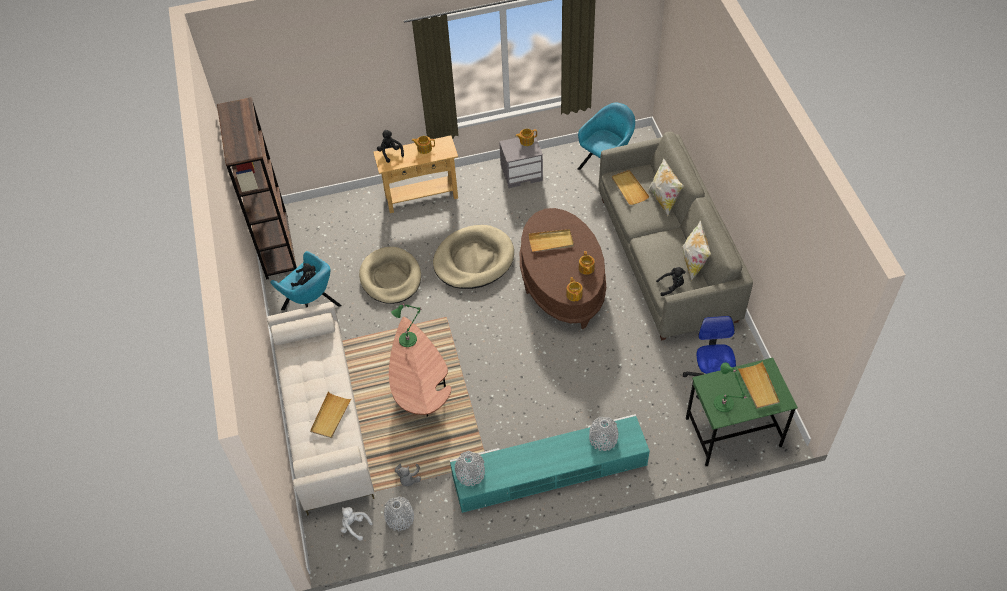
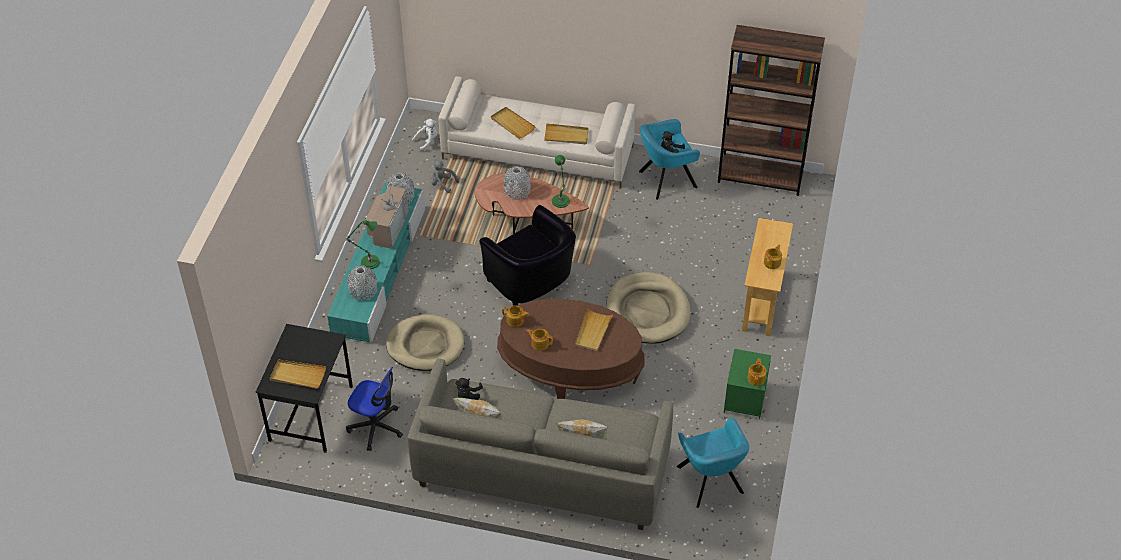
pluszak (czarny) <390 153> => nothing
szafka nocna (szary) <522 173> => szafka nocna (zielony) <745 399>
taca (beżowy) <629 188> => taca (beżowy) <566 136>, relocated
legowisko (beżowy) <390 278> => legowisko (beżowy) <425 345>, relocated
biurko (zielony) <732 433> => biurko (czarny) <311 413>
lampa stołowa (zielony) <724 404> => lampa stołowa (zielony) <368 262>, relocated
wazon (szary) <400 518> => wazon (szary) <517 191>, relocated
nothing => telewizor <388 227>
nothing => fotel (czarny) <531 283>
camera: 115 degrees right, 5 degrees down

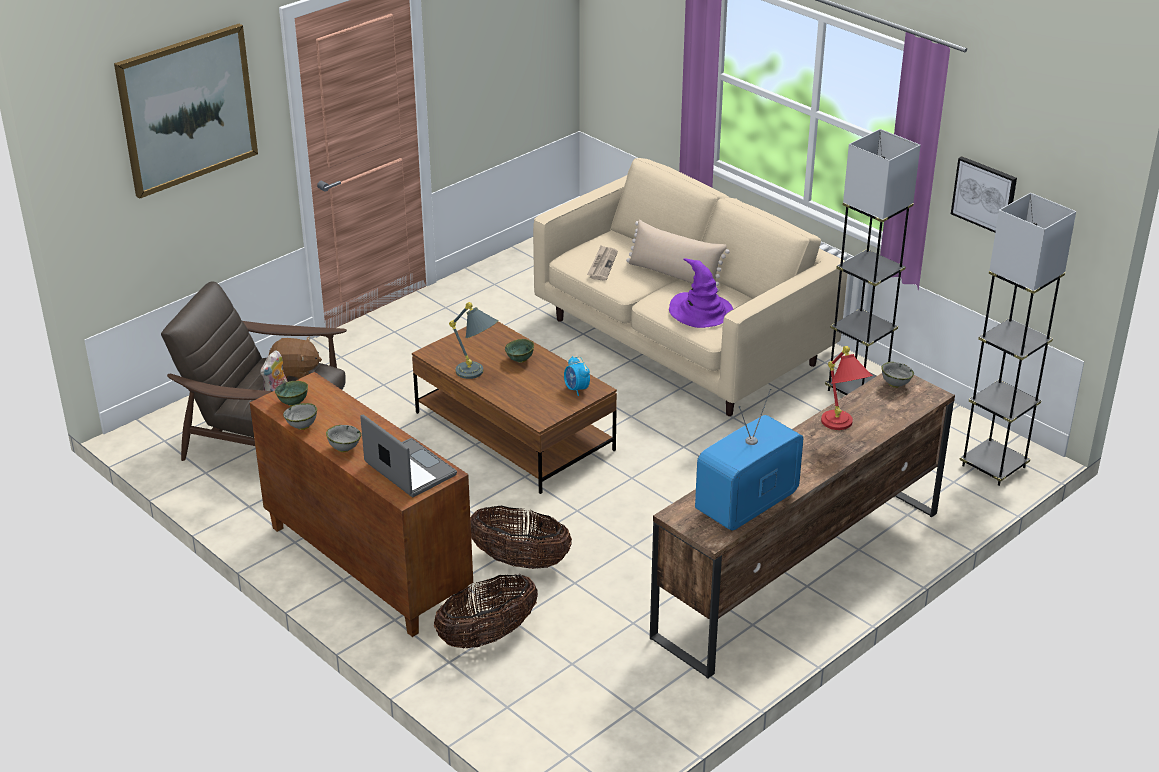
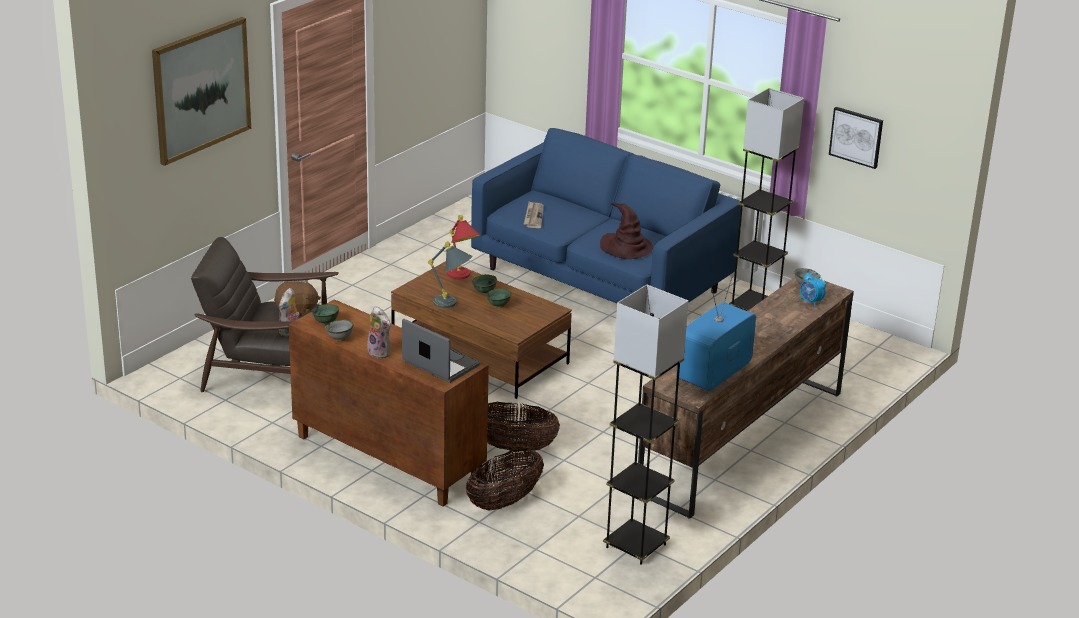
kanapa (beżowy) <681 341> => kanapa (niebieski) <600 280>
lampa stojąca (szary) <993 466> => lampa stojąca (szary) <636 546>, relocated
poduszka (beżowy) <674 275> => nothing
kapelusz (fioletowy) <701 312> => kapelusz (brązowy) <626 248>
lampa stołowa (czerwony) <841 427> => lampa stołowa (czerwony) <462 277>, relocated
budzik <576 389> => budzik <811 302>, relocated
miska (szary) <344 448> => pluszak <380 352>
nothing => miska (zielony) <498 306>
camera: 10 degrees left, 5 degrees down

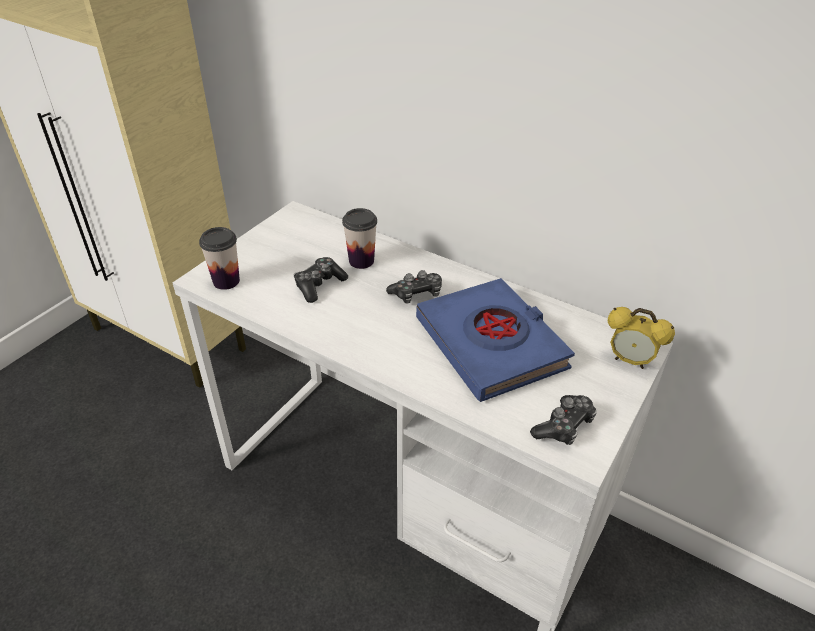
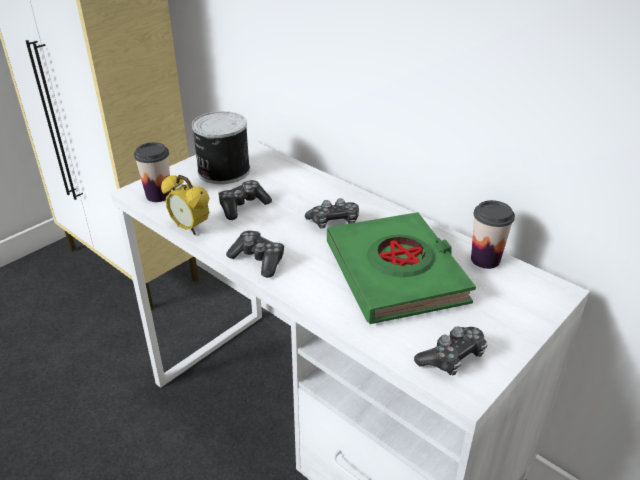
filiżanka <361 261> => filiżanka <485 259>, relocated
książka (niebieski) <491 344> => książka (zielony) <396 273>
budzik <630 361> => budzik <190 228>, relocated
nothing => puszka <222 171>
nothing => pad do gier <258 260>
camera: 10 degrees right, 5 degrees down

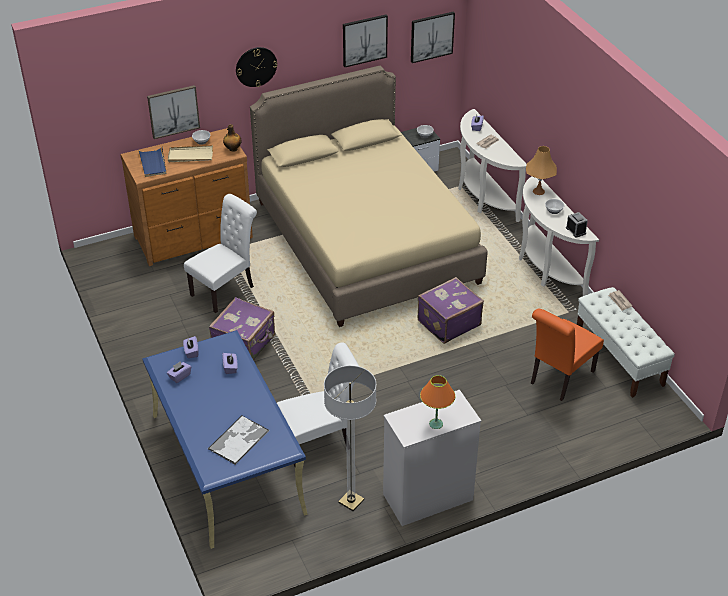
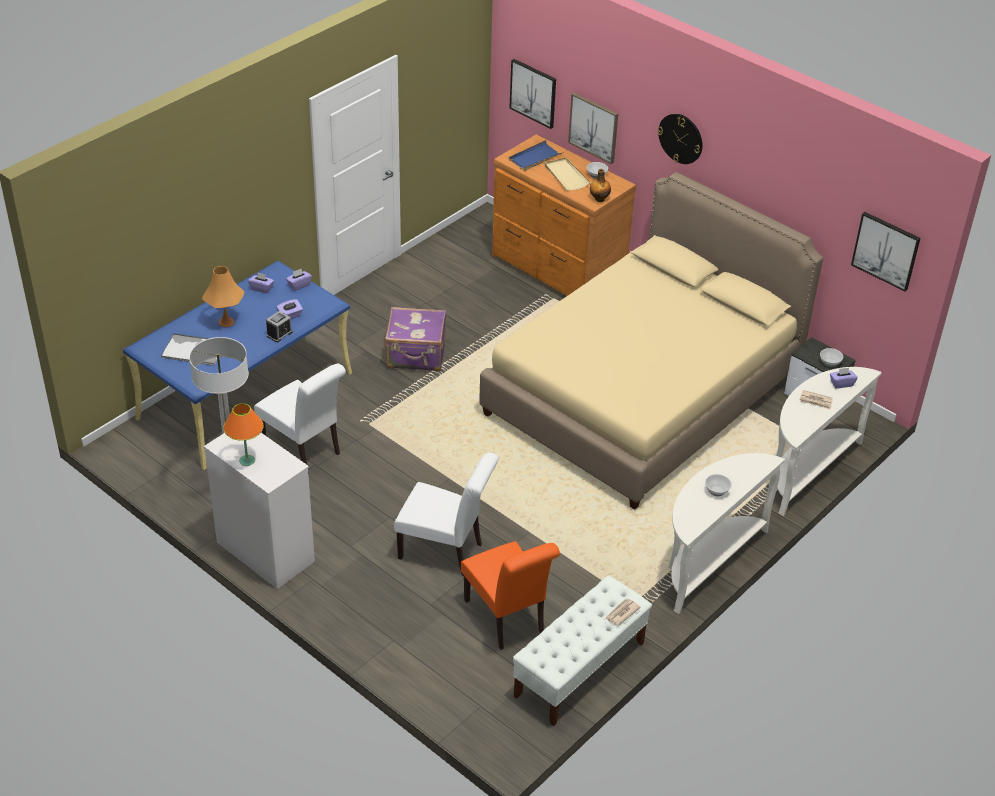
obraz <364 40> => obraz <533 93>, relocated
lampa stołowa (pomarańczowy) <538 191> => lampa stołowa (pomarańczowy) <226 322>, relocated
krzesło (biały) <226 289> => krzesło (biały) <446 552>, relocated
budzik <575 230> => budzik <279 334>, relocated
walizka (fioletowy) <448 323> => nothing
krzesło (pomarańczowy) <559 379> => krzesło (pomarańczowy) <507 620>, 135 degrees counterclockwise
camera: 65 degrees right, 0 degrees up

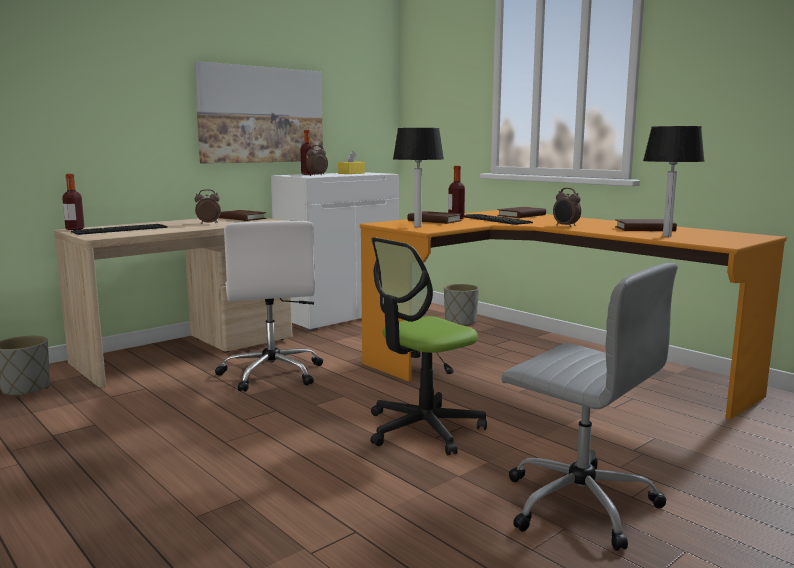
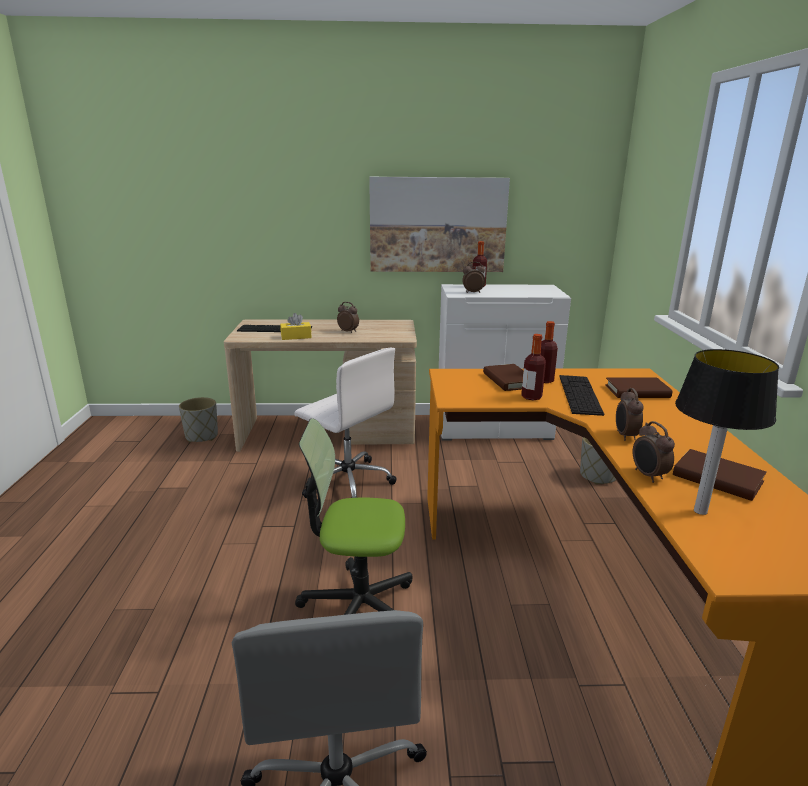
lampa stołowa <417 226> => nothing
pudełko chusteczek (żółty) <351 173> => pudełko chusteczek (żółty) <296 337>, relocated
butelka <75 229> => butelka <531 397>, relocated
książka (brązowy) <242 218> => nothing
krzesło biurowe (biały) <272 373> => krzesło biurowe (biały) <347 482>, 75 degrees counterclockwise
nothing => budzik <648 476>
camera: 40 degrees right, 10 degrees up

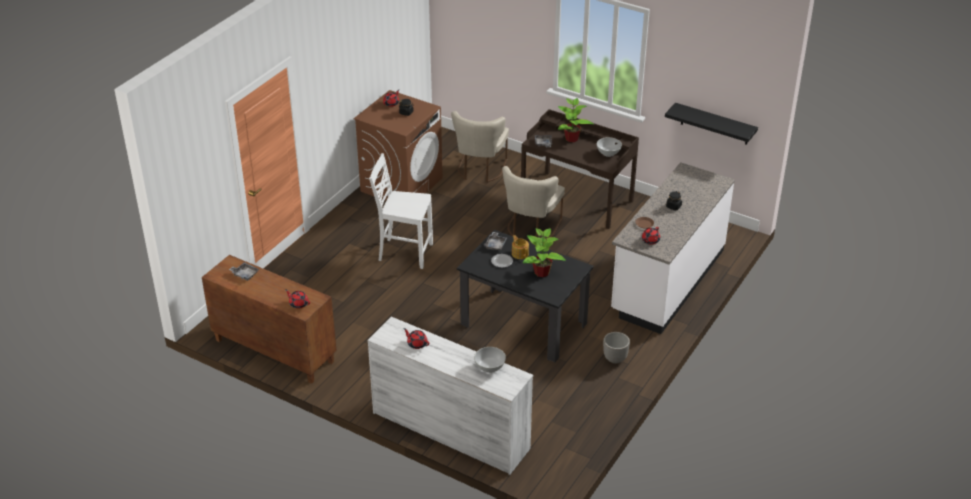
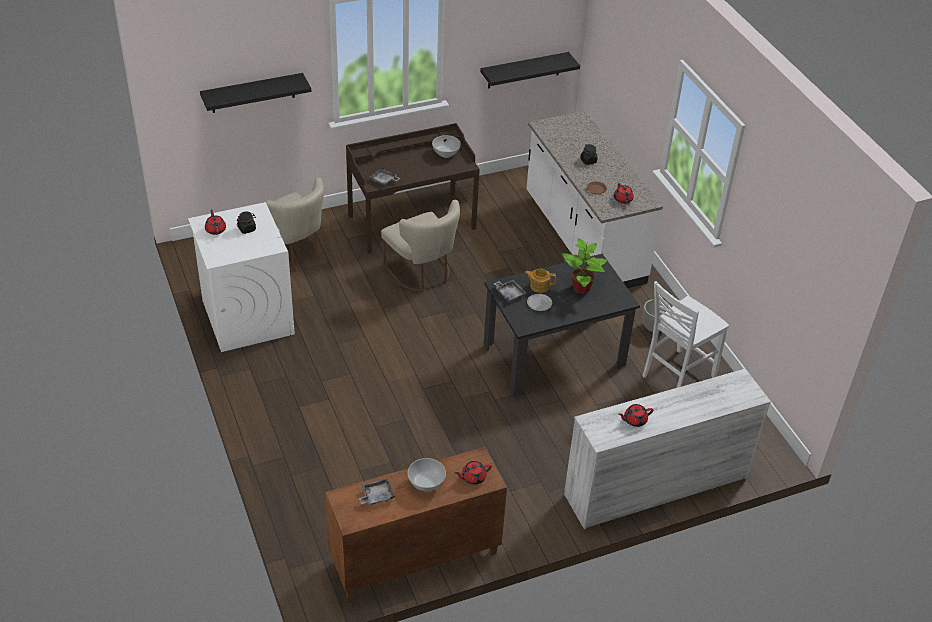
pralka (brązowy) <401 184> => pralka (biały) <247 317>
roślina doniczkowa <572 139> => nothing
krzesło (biały) <404 252> => krzesło (biały) <676 376>, relocated
miska (biały) <489 367> => miska (biały) <426 484>, relocated
nothing => półka (czarny) <253 93>
camera: 55 degrees left, 5 degrees up

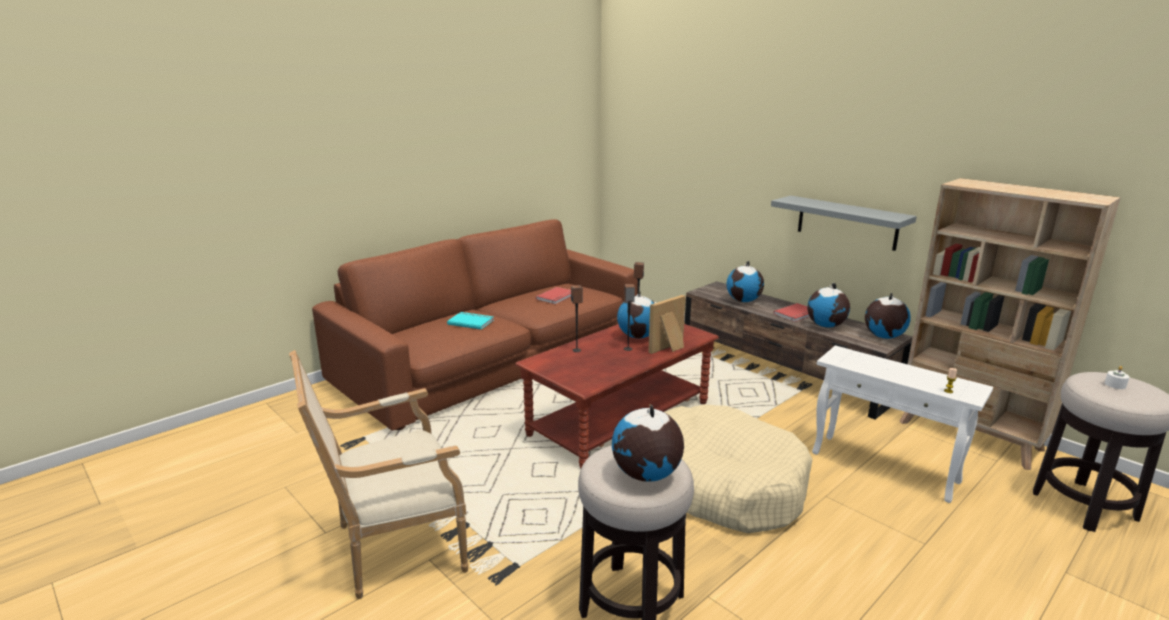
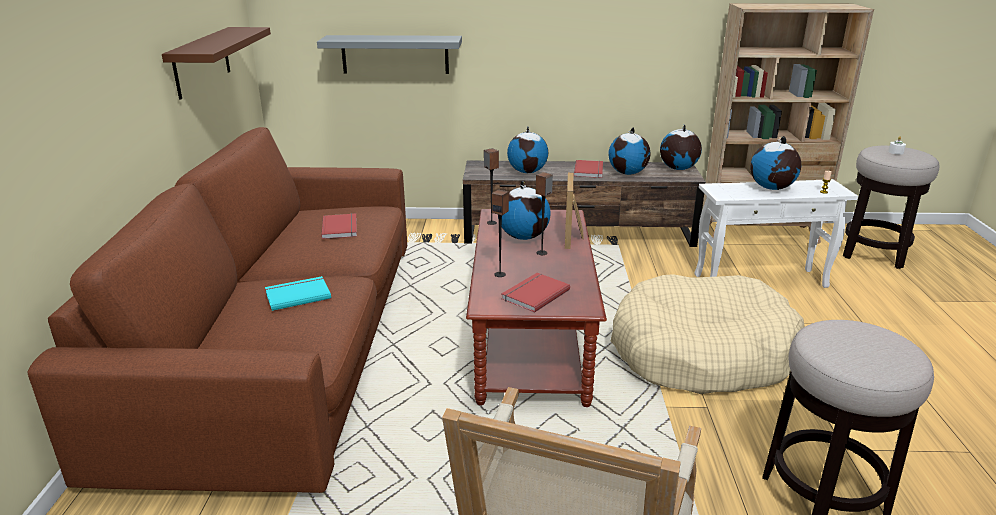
półka (szary) <847 222> => półka (szary) <395 54>, relocated
globus <646 475> => globus <772 188>, relocated
nothing => półka (brązowy) <202 62>
nothing => książka (czerwony) <534 294>
camera: 45 degrees left, 5 degrees up

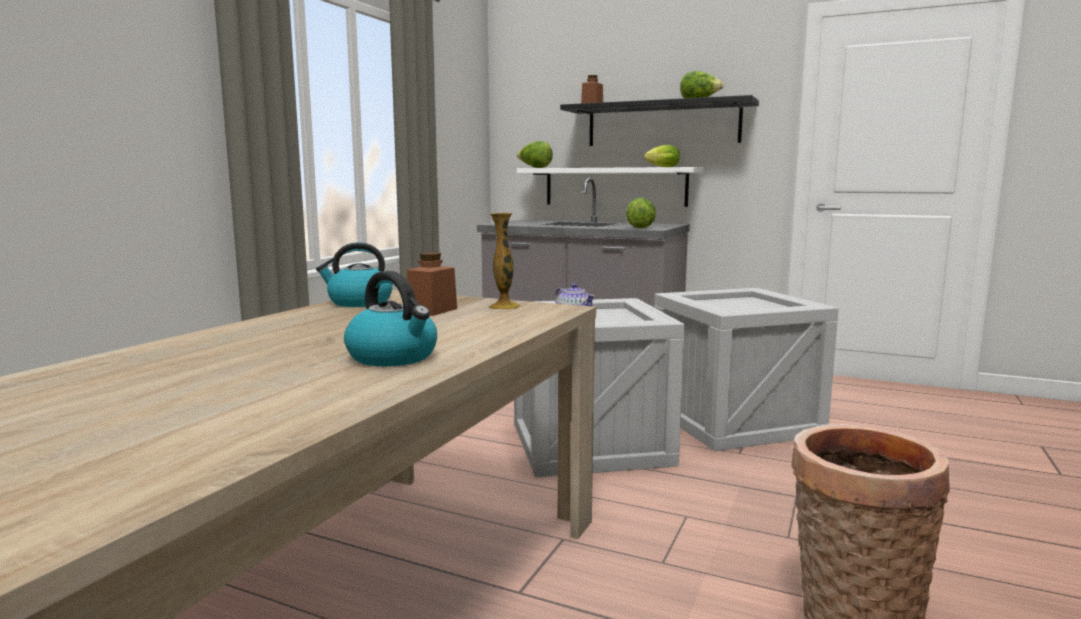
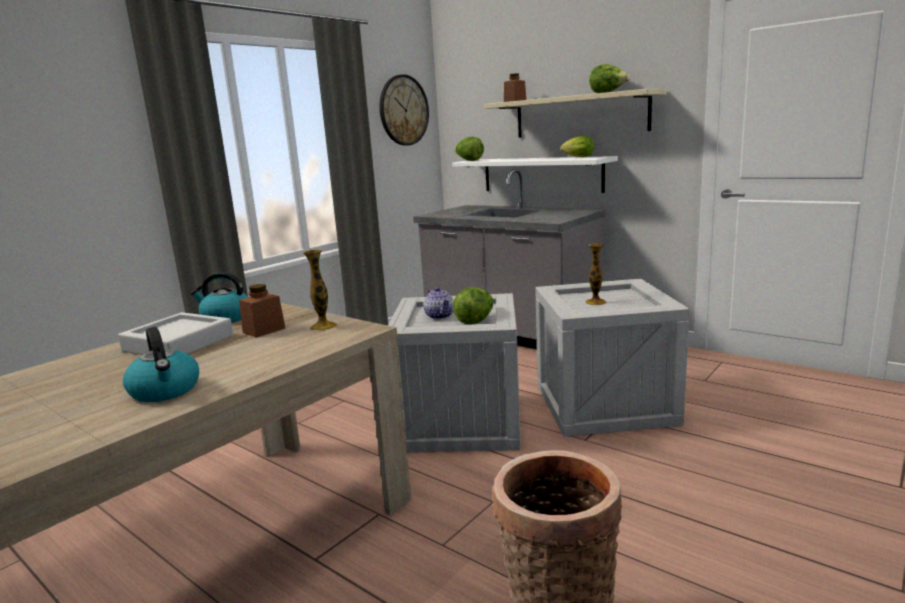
półka (czarny) <662 124> => półka (beżowy) <580 115>
sałata <640 228> => sałata <475 321>, relocated
nothing => zegar ścienny <403 110>
nothing => wazon <595 302>
nothing => taca (szary) <178 343>
camera: 15 degrees right, 5 degrees up

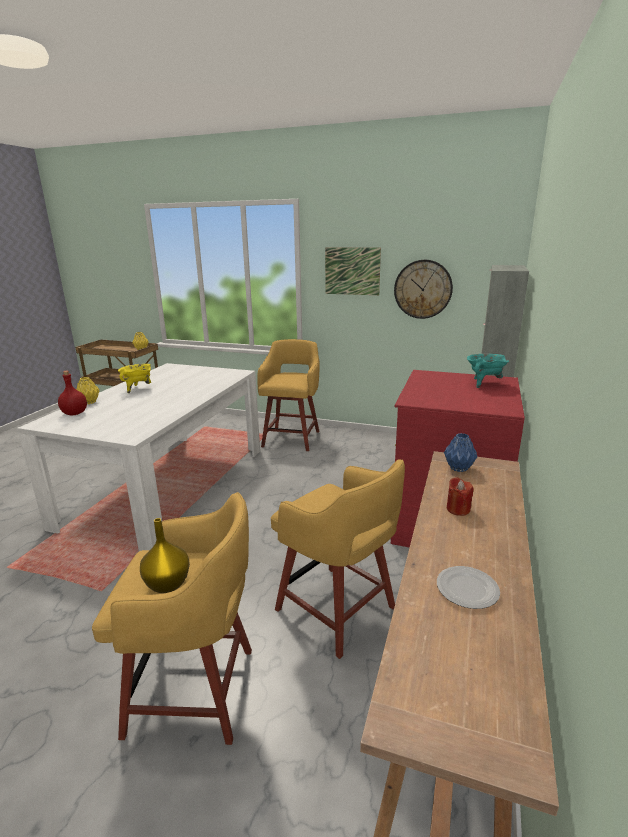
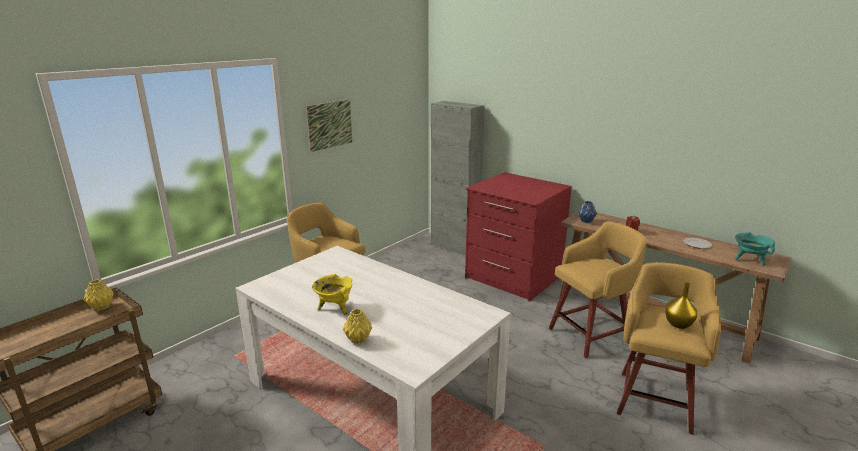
zegar ścienny <423 289> => nothing
garnek (turkusowy) <484 383> => garnek (turkusowy) <749 260>, relocated
butelka (czerwony) <75 413> => nothing
camera: 70 degrees left, 0 degrees up

